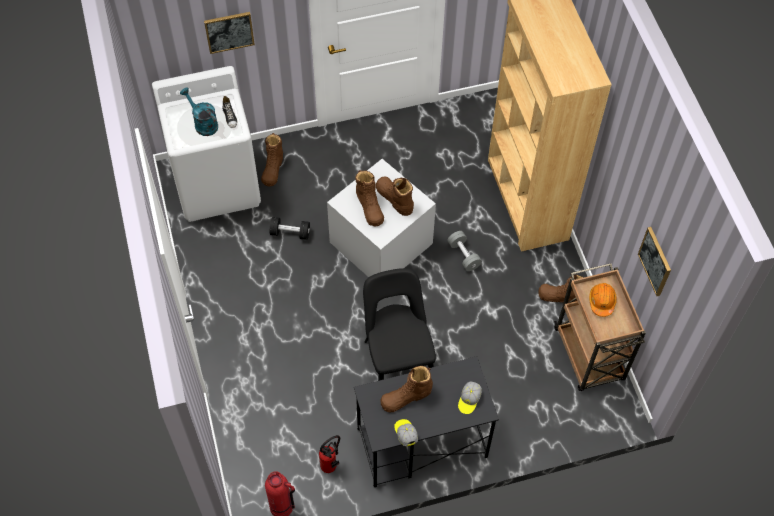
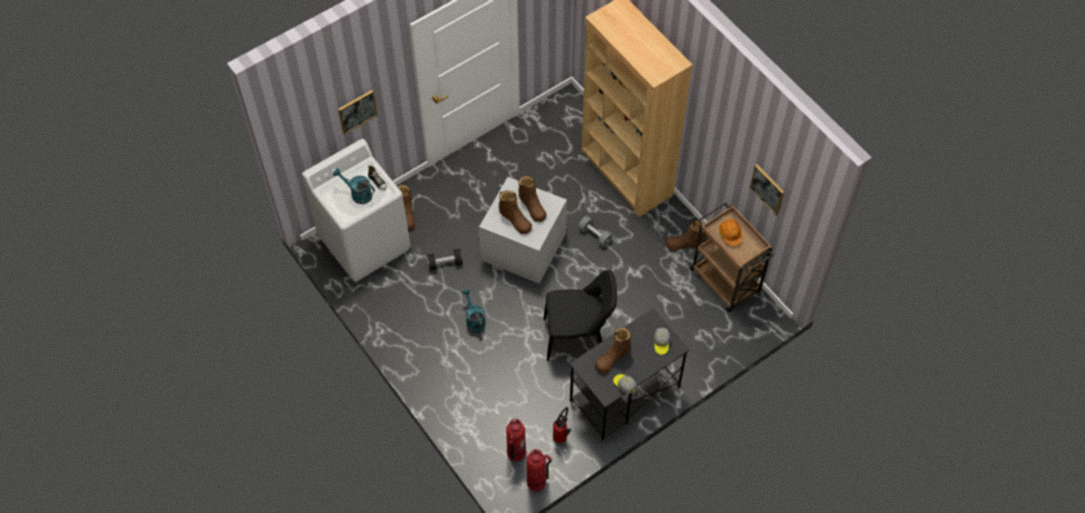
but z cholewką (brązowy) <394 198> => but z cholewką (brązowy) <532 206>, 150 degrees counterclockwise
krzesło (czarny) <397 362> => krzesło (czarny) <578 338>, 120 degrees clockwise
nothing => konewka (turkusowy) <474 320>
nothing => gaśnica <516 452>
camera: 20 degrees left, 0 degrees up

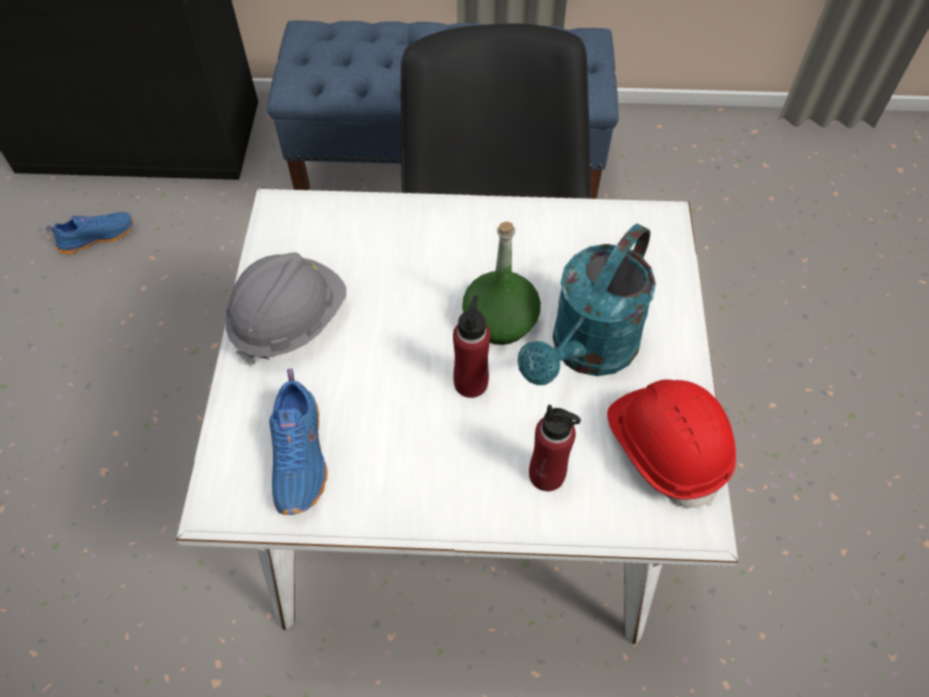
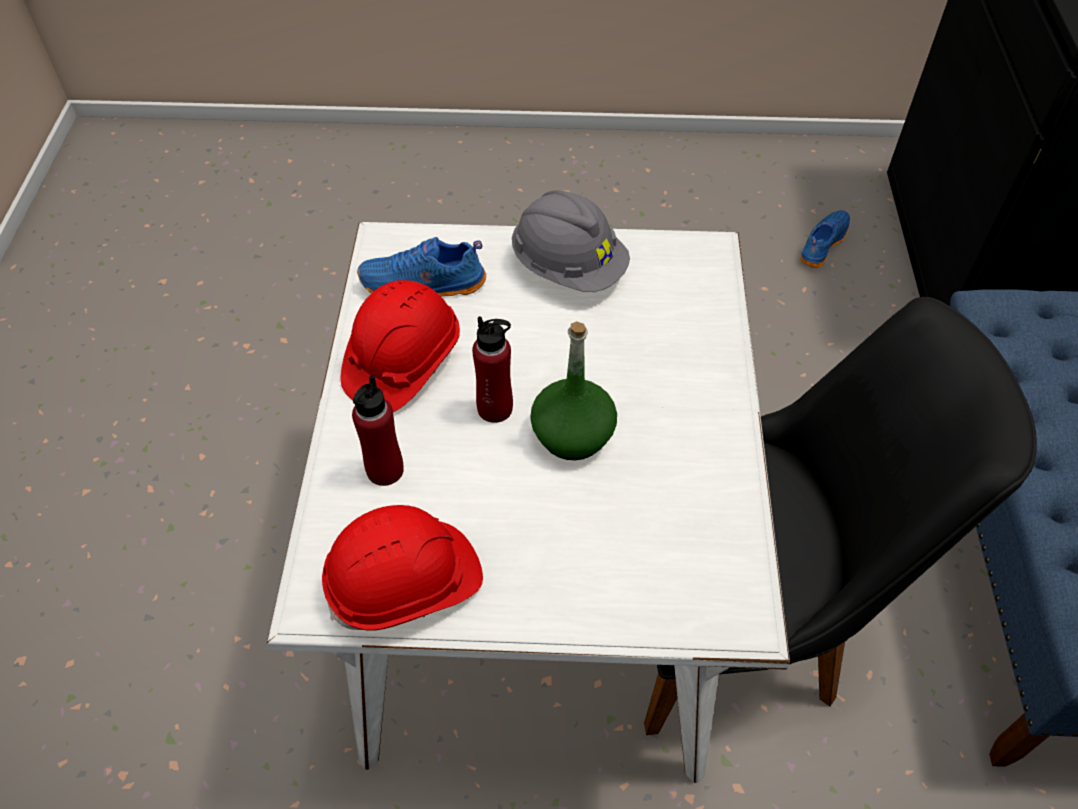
but (niebieski) <97 236> => but (niebieski) <821 244>, 120 degrees counterclockwise
konewka (turkusowy) <586 351> => nothing
nothing => kask (czerwony) <402 362>
camera: 90 degrees right, 5 degrees down

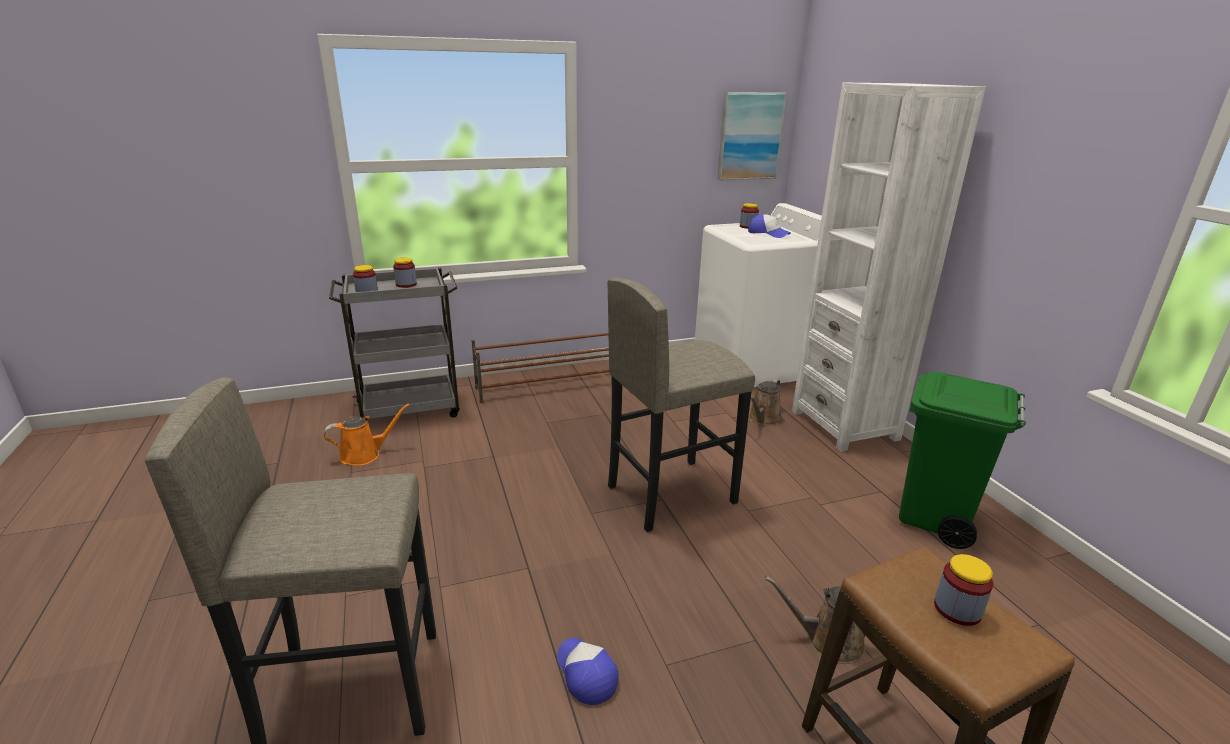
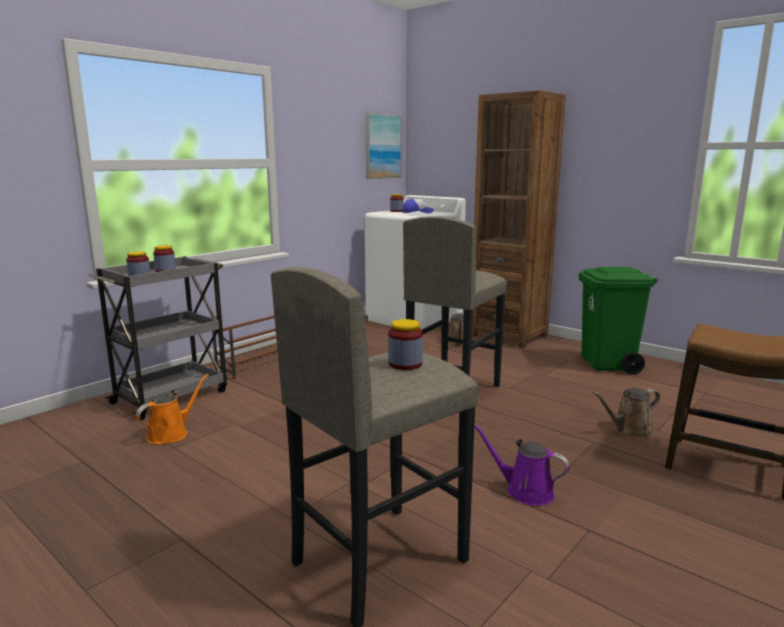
regał (biały) <844 425> => regał (brązowy) <508 336>
słoik <957 609> => słoik <405 364>, relocated
czapka z daszkiem <585 673> => konewka (fioletowy) <525 491>
camera: 30 degrees left, 10 degrees down

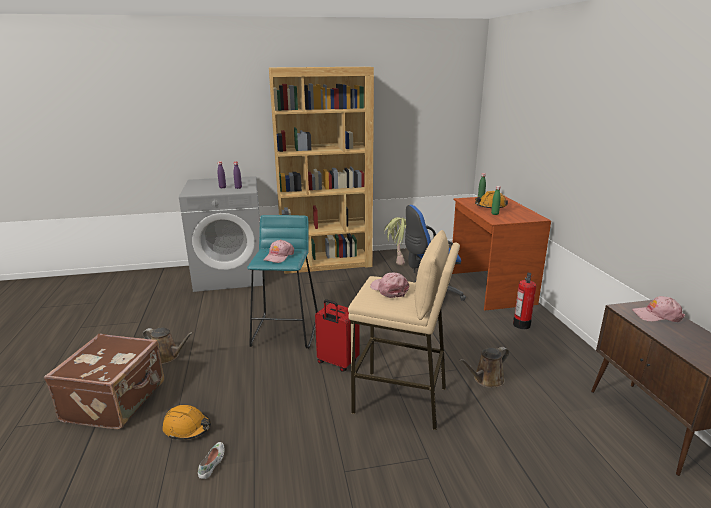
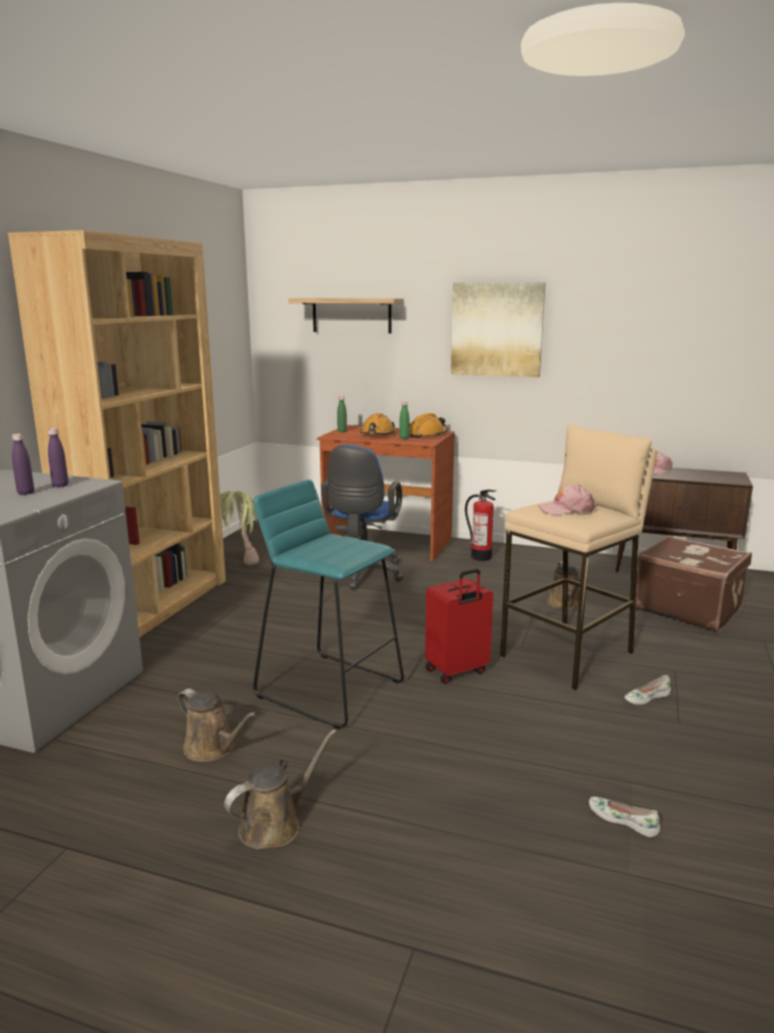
czapka z daszkiem (różowy) <278 256> => nothing
walizka (brązowy) <117 401> => walizka (brązowy) <687 608>, relocated
kask (pomarańczowy) <187 428> => kask (pomarańczowy) <427 435>, relocated
nothing => obraz <497 329>
nothing => półka <351 315>
nothing => but (biały) <646 697>
nothing => konewka (brązowy) <213 748>
camera: 60 degrees left, 5 degrees down

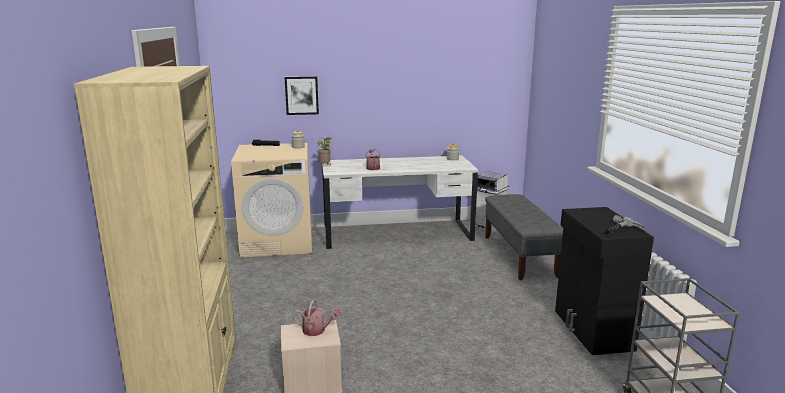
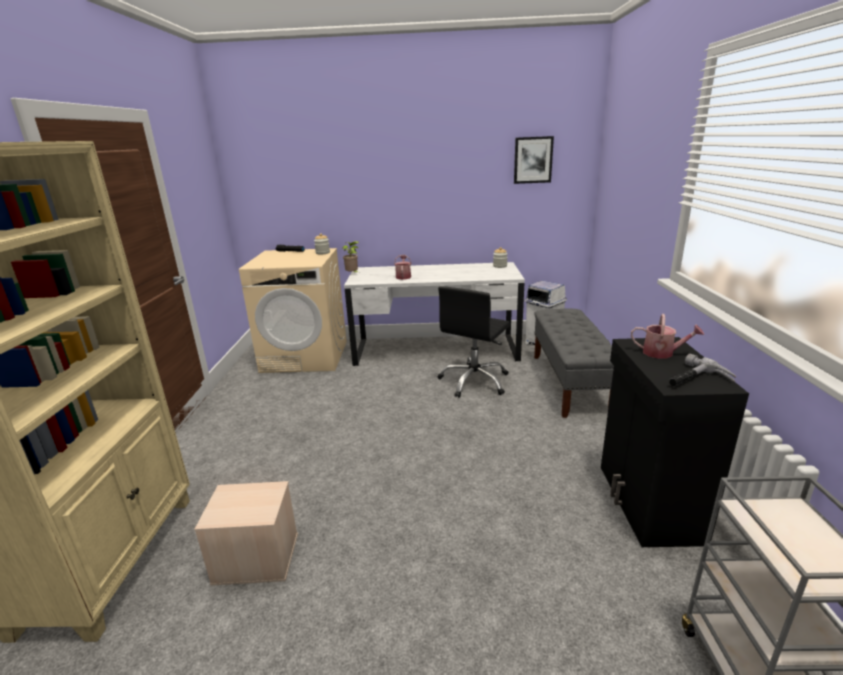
obraz <301 95> => obraz <533 160>, relocated
konewka <317 330> => konewka <662 353>, relocated
nothing => krzesło biurowe (czarny) <474 381>
camera: 10 degrees right, 5 degrees up

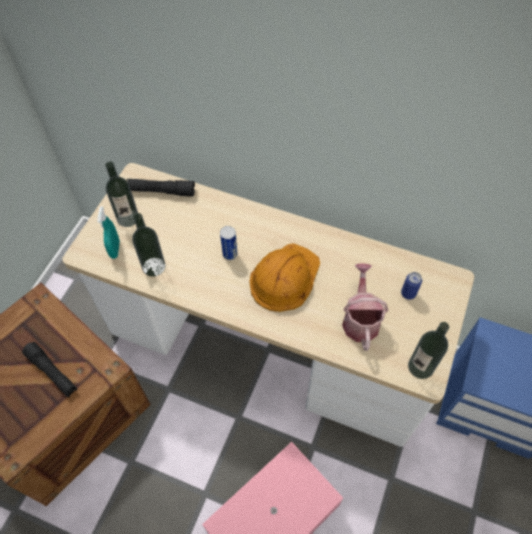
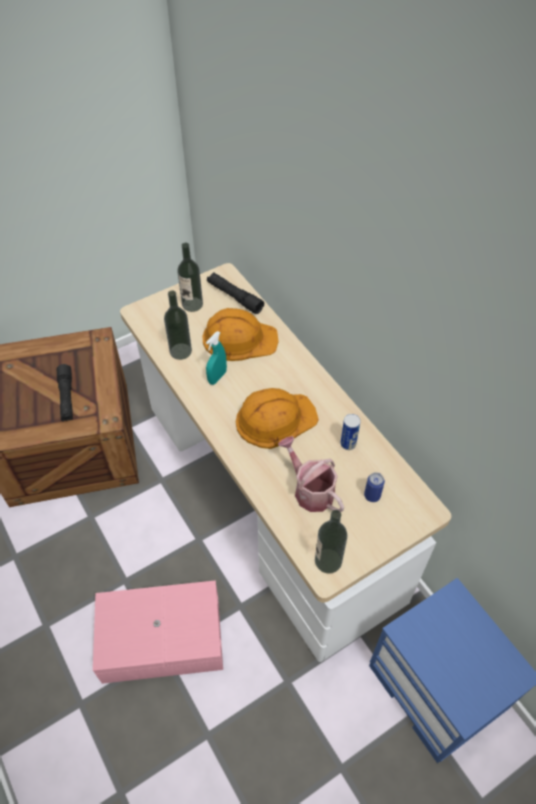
spryskiwacz (turkusowy) <115 249> => spryskiwacz (turkusowy) <217 377>, relocated
puszka <230 254> => puszka <348 444>, relocated
konewka <360 319> => konewka <310 490>, 75 degrees counterclockwise
nothing => kask (pomarańczowy) <239 339>
camera: 35 degrees right, 5 degrees down

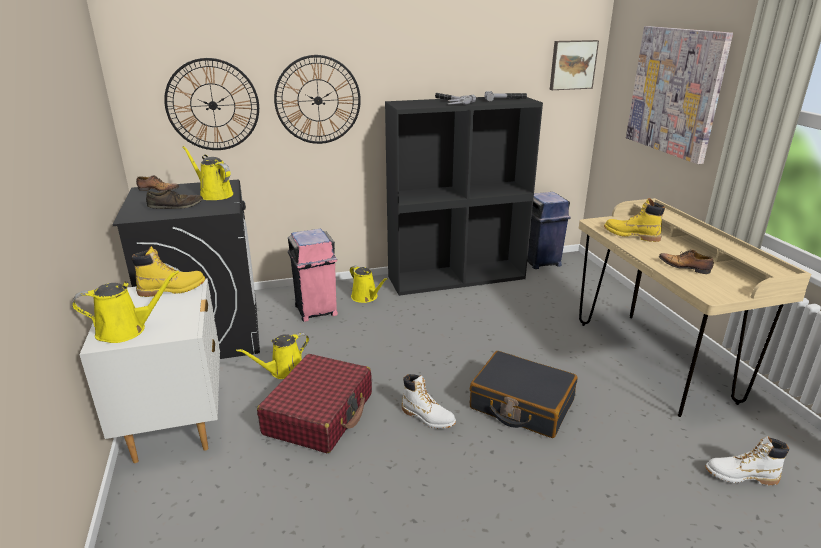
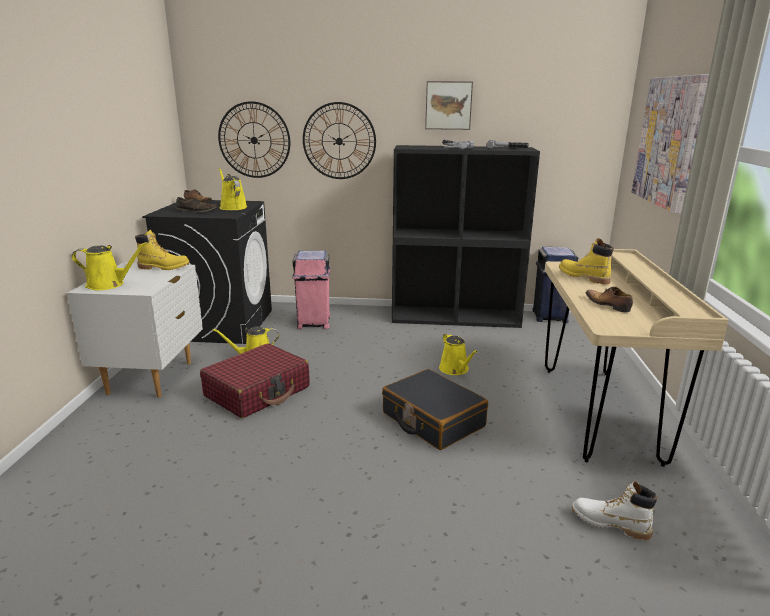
obraz <572 65> => obraz <448 105>, relocated
konewka (żółty) <366 297> => konewka (żółty) <455 369>, relocated
but z cholewką (biały) <427 417> => nothing
camera: 20 degrees right, 5 degrees down

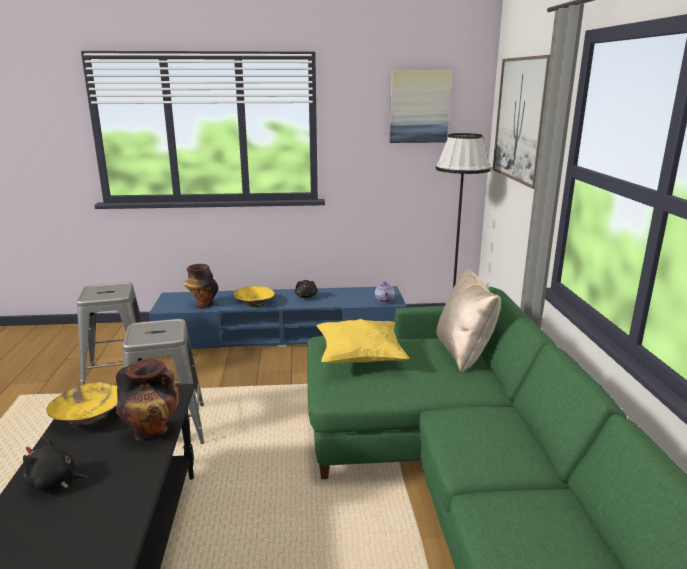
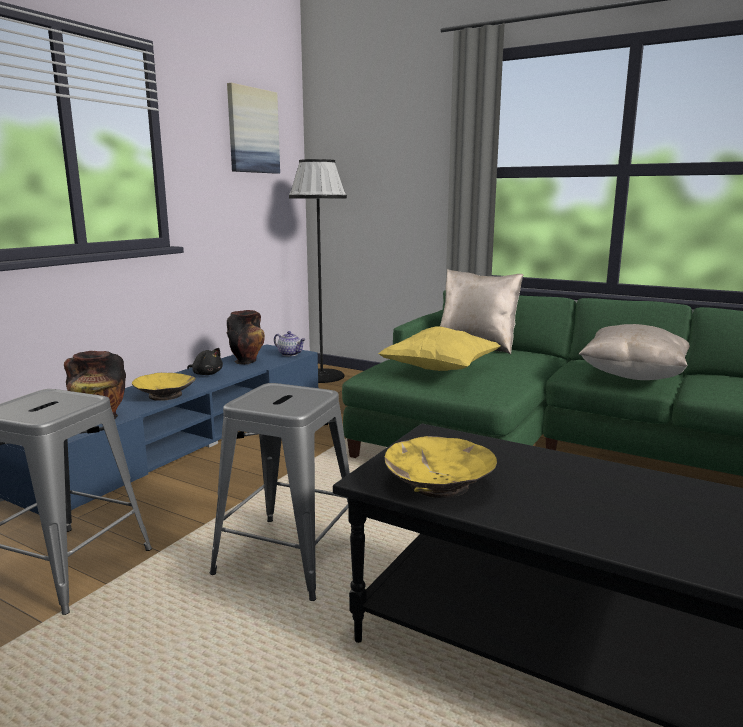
obraz <522 119> => nothing
wazon <153 431> => wazon <246 361>, relocated
pluszak (czarny) <55 482> => nothing
nothing => poduszka (beżowy) <633 376>
camera: 55 degrees left, 5 degrees down

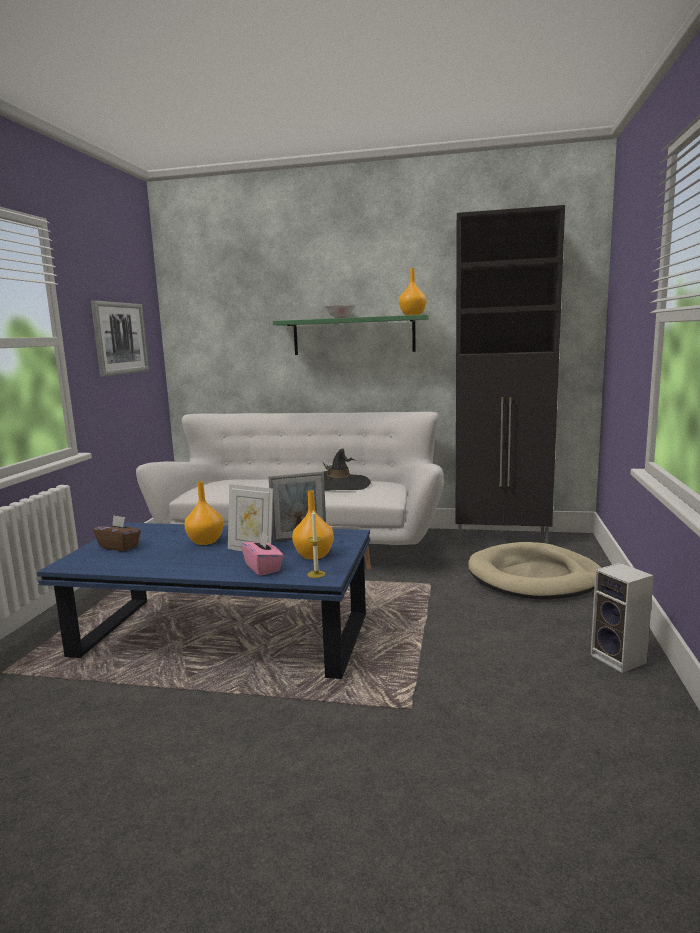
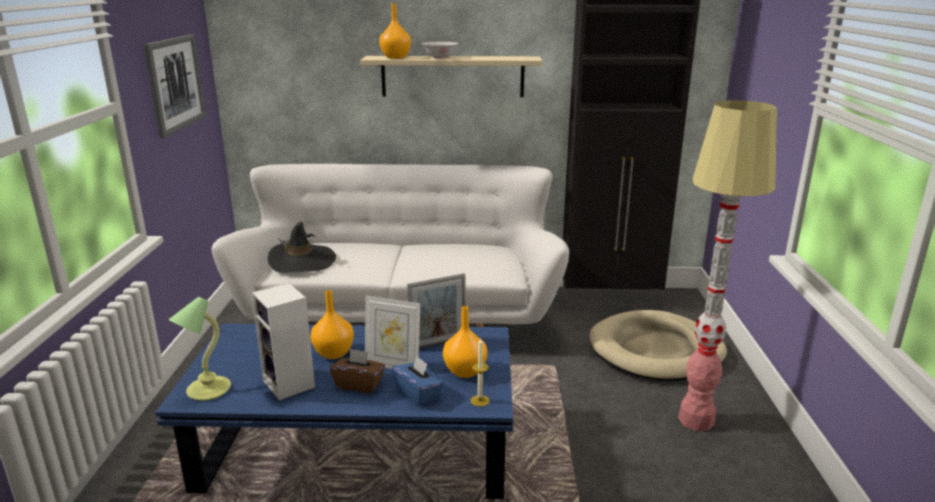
wazon (pomarańczowy) <412 315> => wazon (pomarańczowy) <395 57>, relocated
półka (zielony) <353 335> => półka (beżowy) <452 76>
kapelusz (czarny) <341 485> => kapelusz (czarny) <302 261>, relocated
pudełko chusteczek (brązowy) <119 546> => pudełko chusteczek (brązowy) <359 384>, relocated
pudełko chusteczek (różowy) <263 568> => pudełko chusteczek (niebieski) <418 393>
głośnik <620 659> => głośnik <290 384>, relocated
nothing => lampa stojąca <696 420>
nothing => lampa stołowa <207 390>
camera: 10 degrees left, 10 degrees up

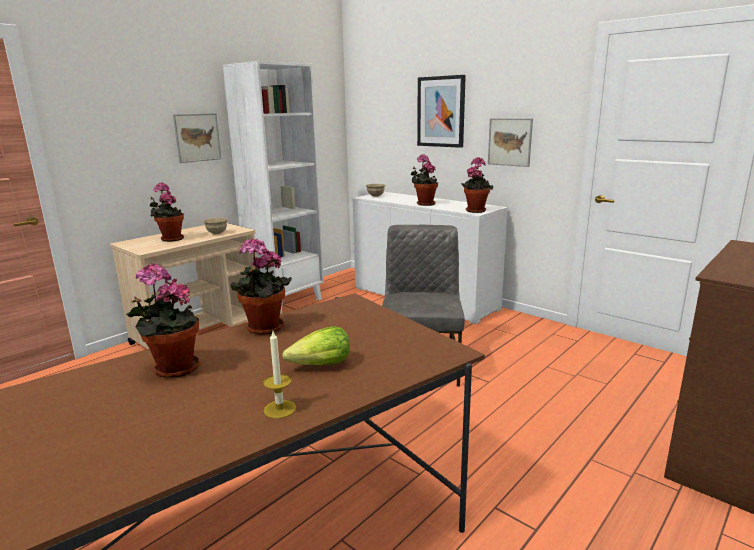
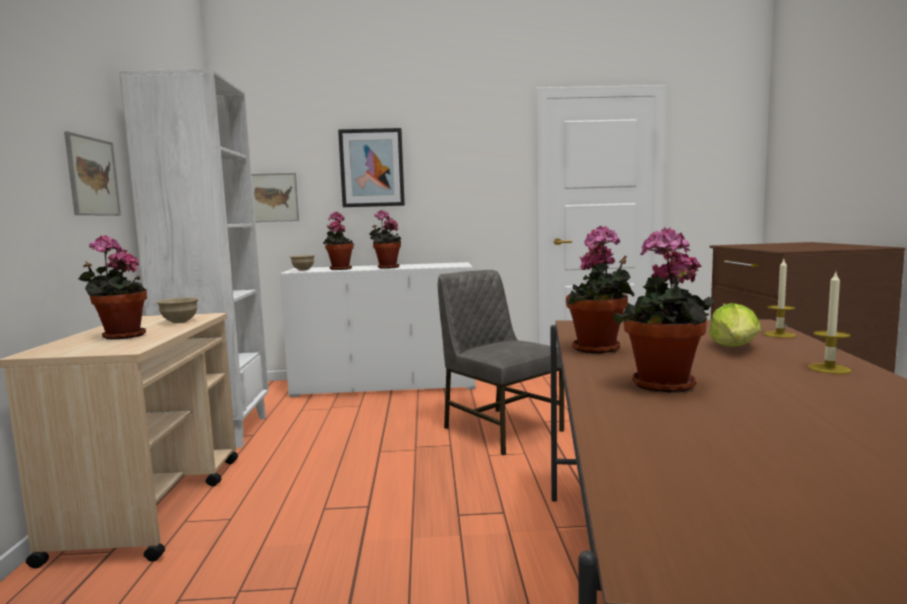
obraz <509 142> => obraz <273 197>, relocated
roślina doniczkowa <475 210> => roślina doniczkowa <339 269>, relocated
nothing => świeca <779 334>
camera: 45 degrees left, 10 degrees down

